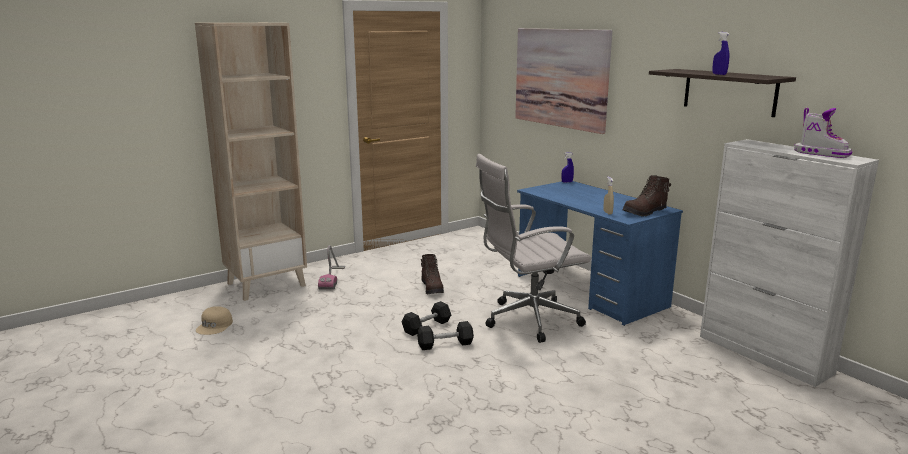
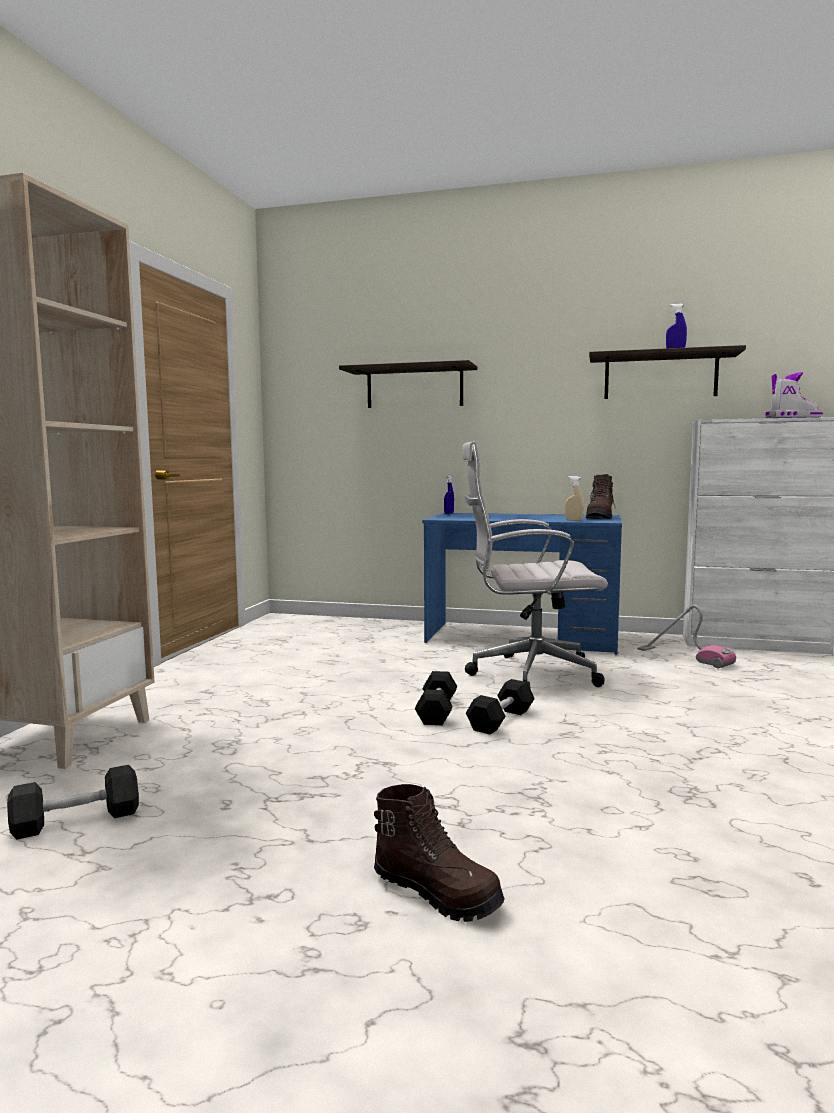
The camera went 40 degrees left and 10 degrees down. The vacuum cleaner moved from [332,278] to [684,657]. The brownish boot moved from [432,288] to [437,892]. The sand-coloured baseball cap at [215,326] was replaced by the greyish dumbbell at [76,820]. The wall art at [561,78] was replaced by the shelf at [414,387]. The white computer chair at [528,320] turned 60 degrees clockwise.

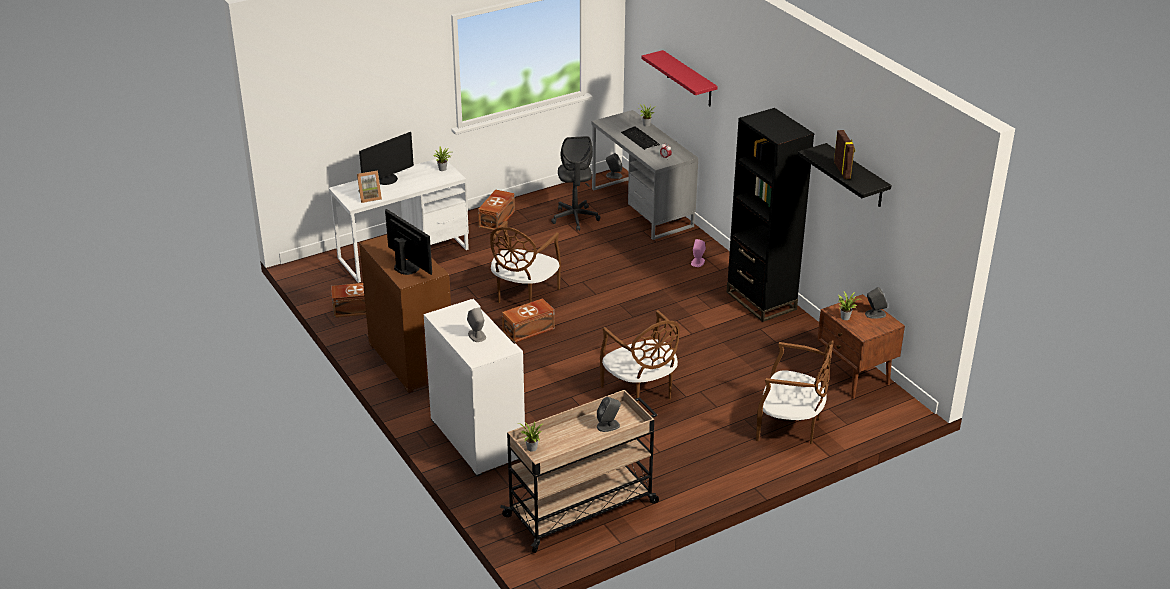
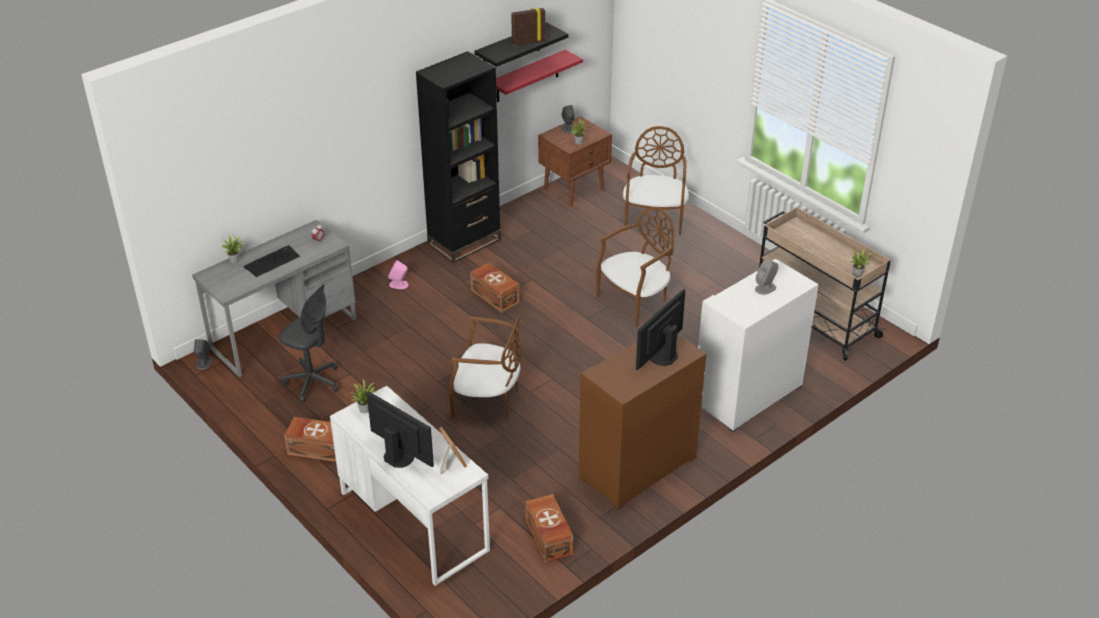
The camera went 100 degrees left and 5 degrees up. The greyish audio speaker at [608,426] disappeared. The brownish storage bin moved from [529,330] to [495,295]. The red shelf moved from [689,79] to [527,77]. The greyish computer chair at [575,218] turned 45 degrees clockwise.

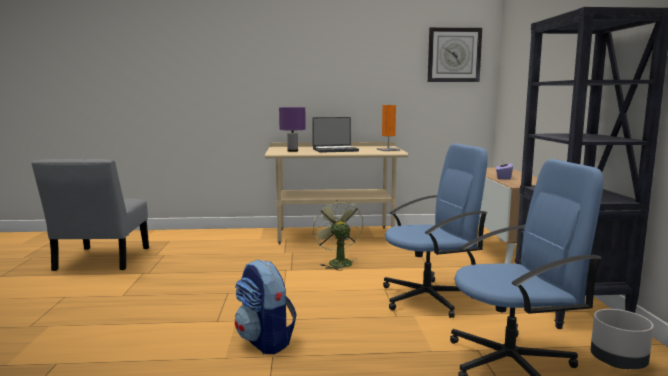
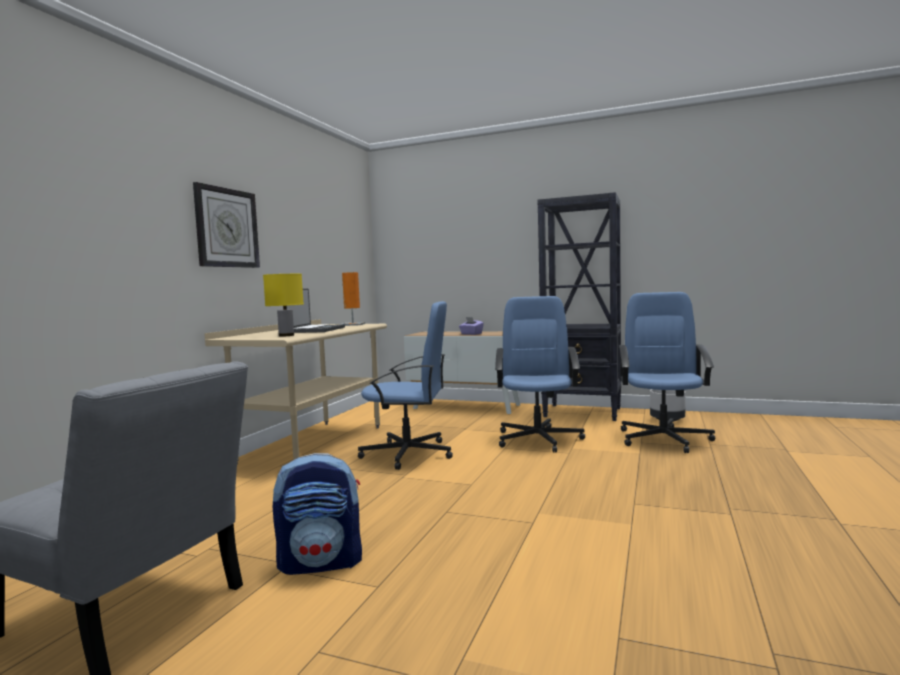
The camera went 65 degrees left and 5 degrees down. The knapsack moved from [265,341] to [322,563]. The clock on the wall moved from [454,55] to [226,228]. The green cooling fan at [337,262] was replaced by the blue-coloured computer chair at [409,454]. The purple-coloured tabletop lamp at [293,151] became the yellow-coloured tabletop lamp at [286,335].

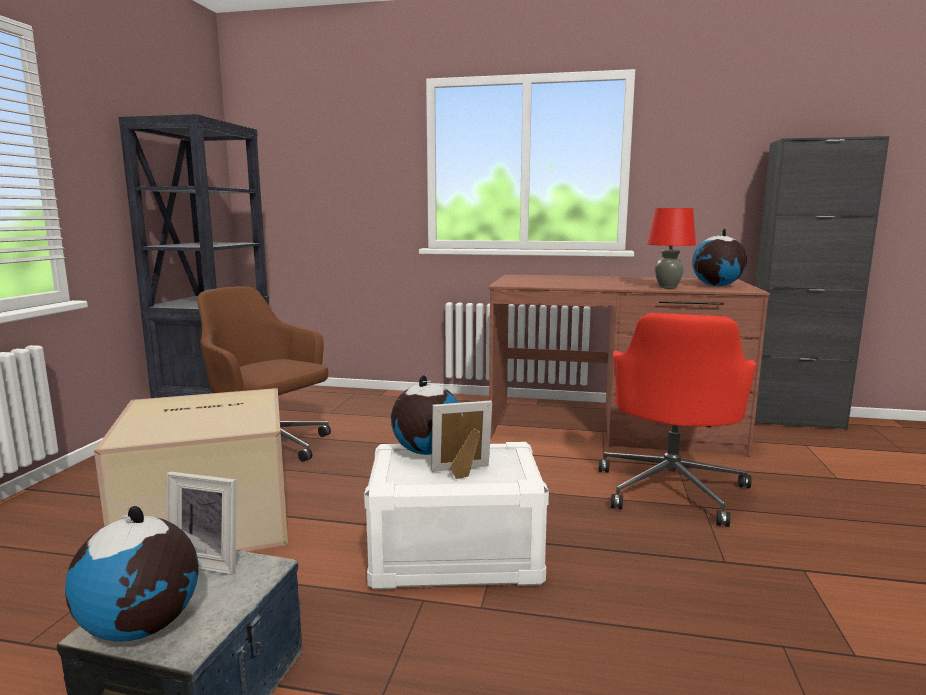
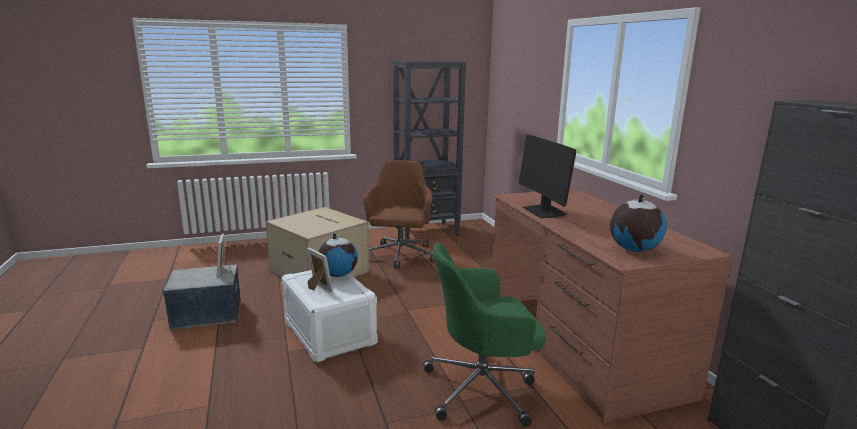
The camera went 60 degrees right and 5 degrees up. The globe at [142,628] disappeared. The red tabletop lamp at [667,287] disappeared. The monitor at [544,212] appeared. The red computer chair at [671,488] became the green computer chair at [482,388].

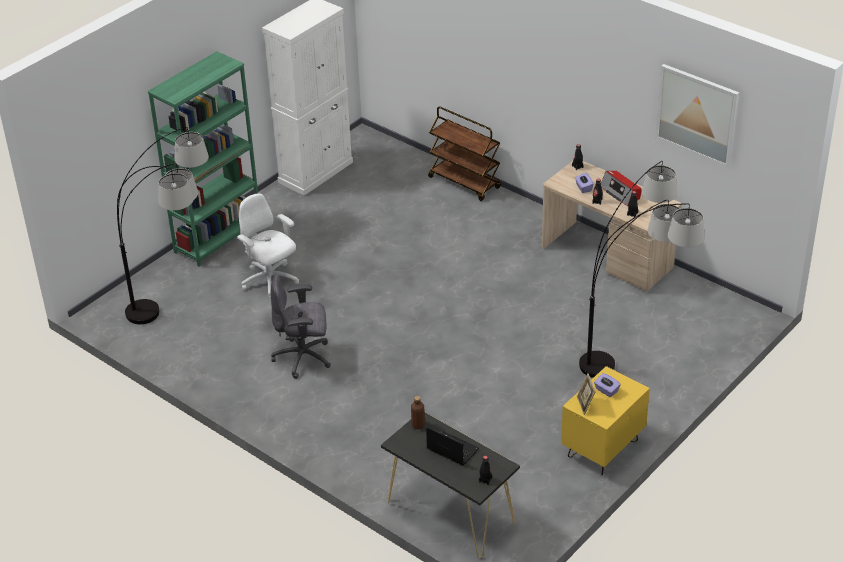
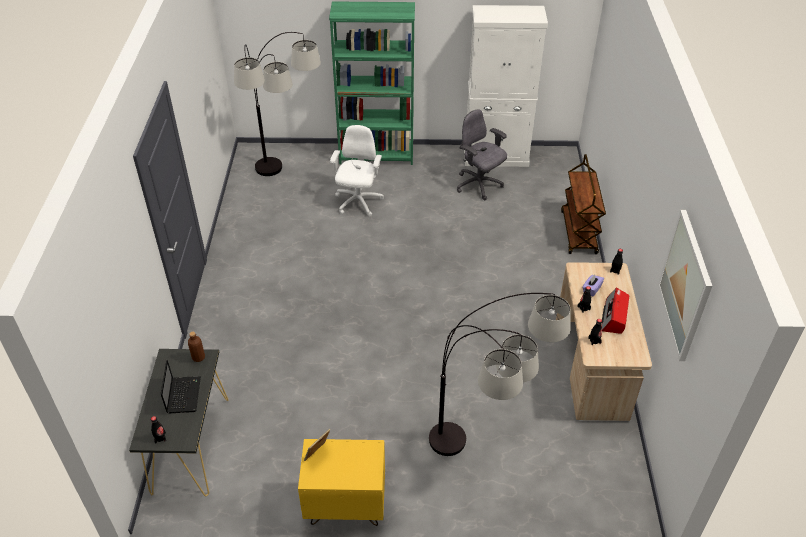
The camera went 50 degrees right and 5 degrees up. The purple-coloured tissue box at [606,390] disappeared. The greyish computer chair moved from [303,358] to [479,185].

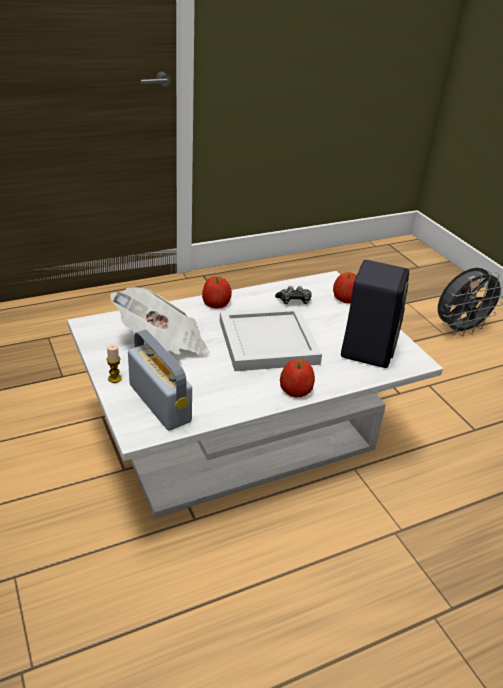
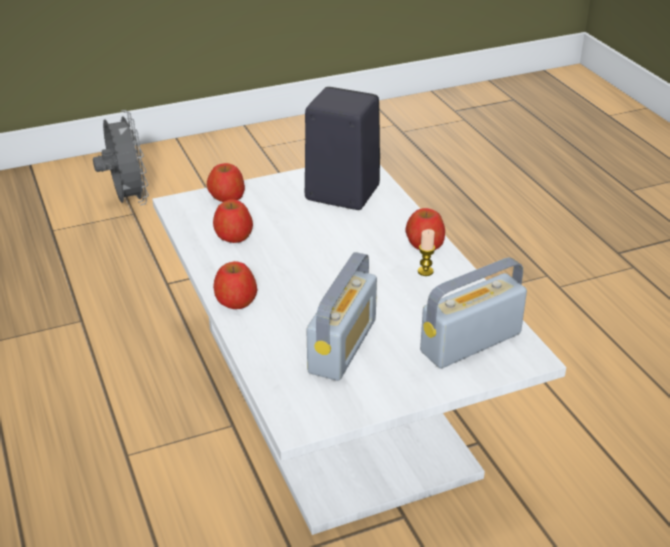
The camera went 85 degrees left and 0 degrees up. The white carrying tray at [269,343] disappeared. The wax light moved from [114,378] to [425,271]. The newspaper at [163,343] was replaced by the radio at [342,345]. The joypad at [294,301] was replaced by the apple fruit at [233,235].

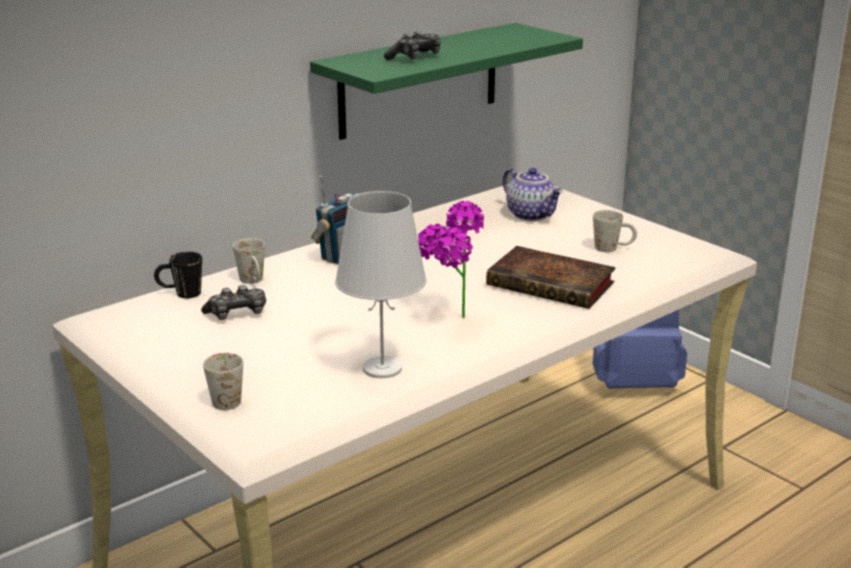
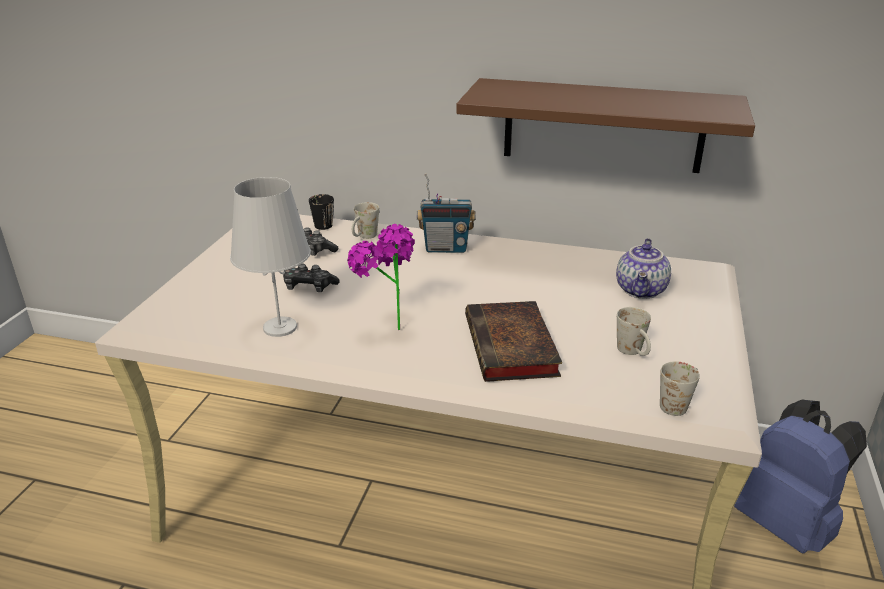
The camera went 55 degrees right and 5 degrees up. The white coffee mug moved from [226,398] to [678,403]. The joypad moved from [415,57] to [309,287]. The green shelf at [419,80] became the brownish shelf at [603,125].

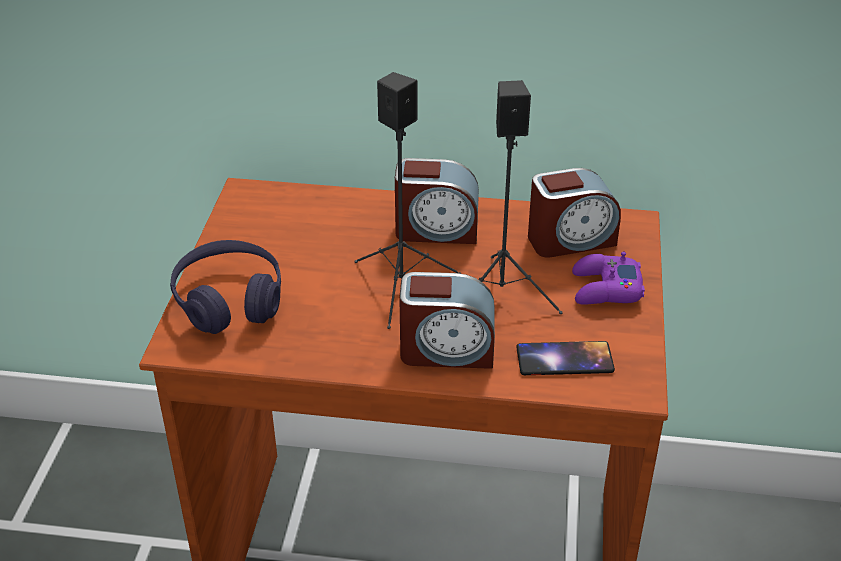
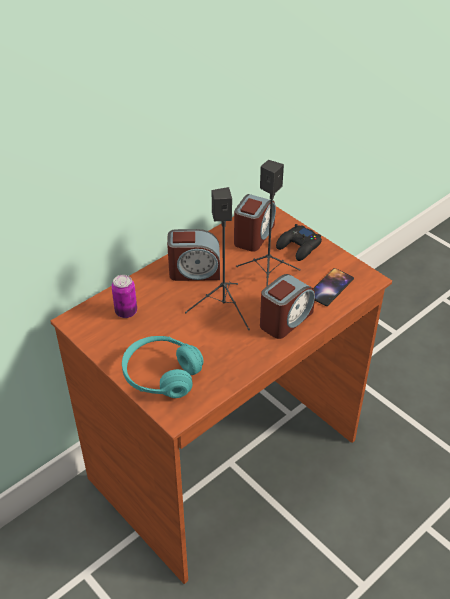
The camera went 50 degrees left and 5 degrees up. The metal can at [126,312] appeared. The purple-coloured headset at [229,300] became the turquoise-coloured headset at [161,375]. The purple-coloured joypad at [605,289] became the black-coloured joypad at [299,247]. The table clock at [436,230] turned 45 degrees clockwise.

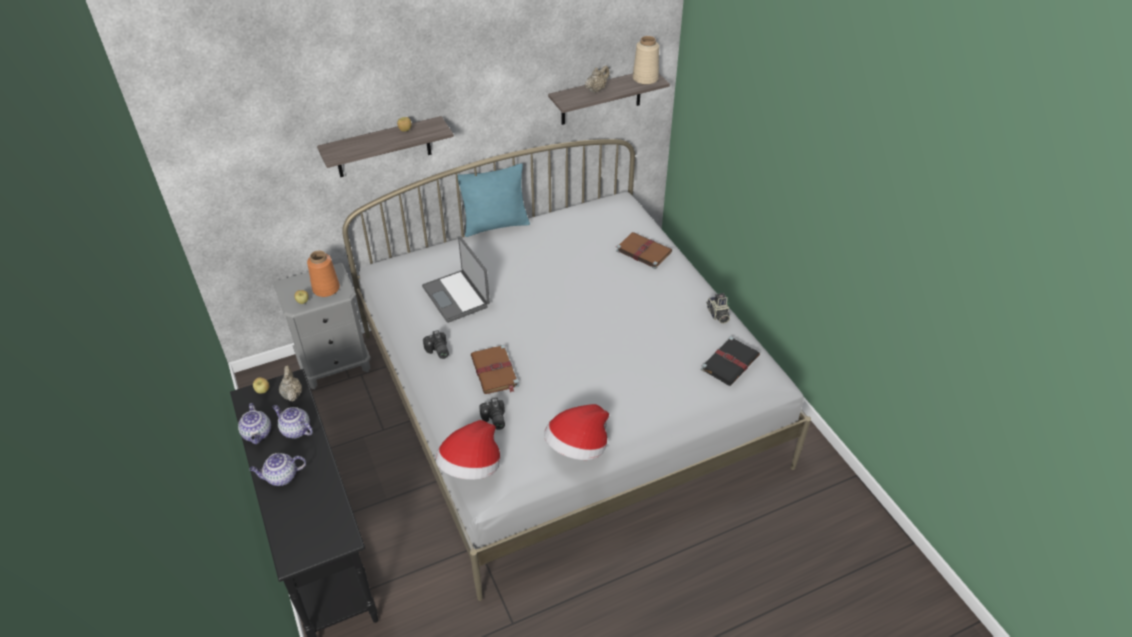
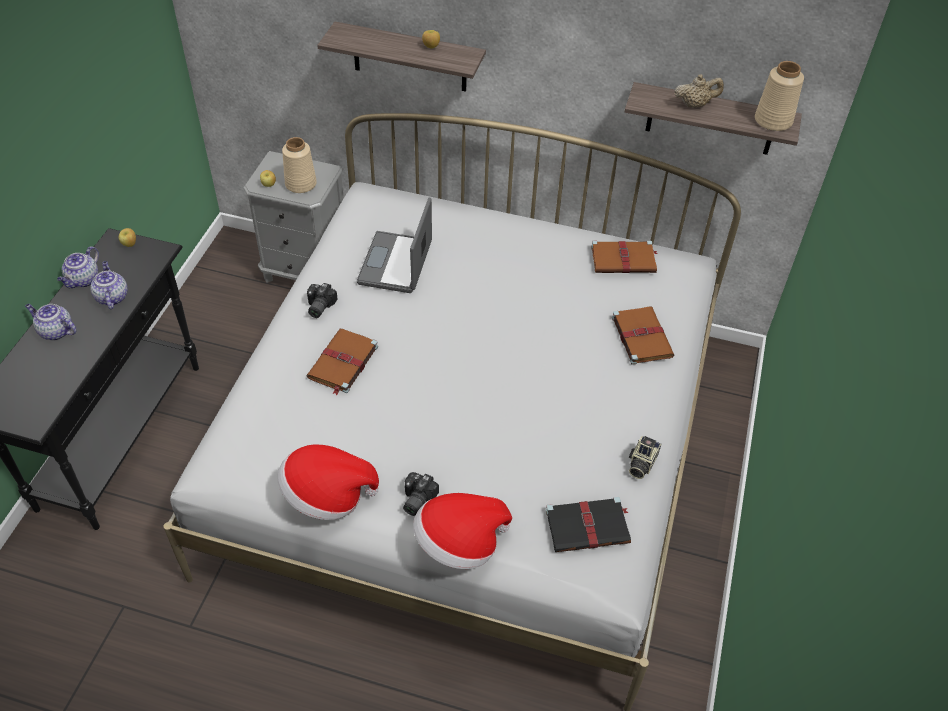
The camera went 40 degrees right and 5 degrees up. The sand-coloured teapot at [292,394] disappeared. The turquoise-coloured cushion at [495,225] disappeared. The brownish volume at [624,259] appeared. The hat moved from [471,467] to [459,543]. The photo camera moved from [494,420] to [415,499]. The orange flower vase at [326,289] became the sand-coloured flower vase at [300,184].

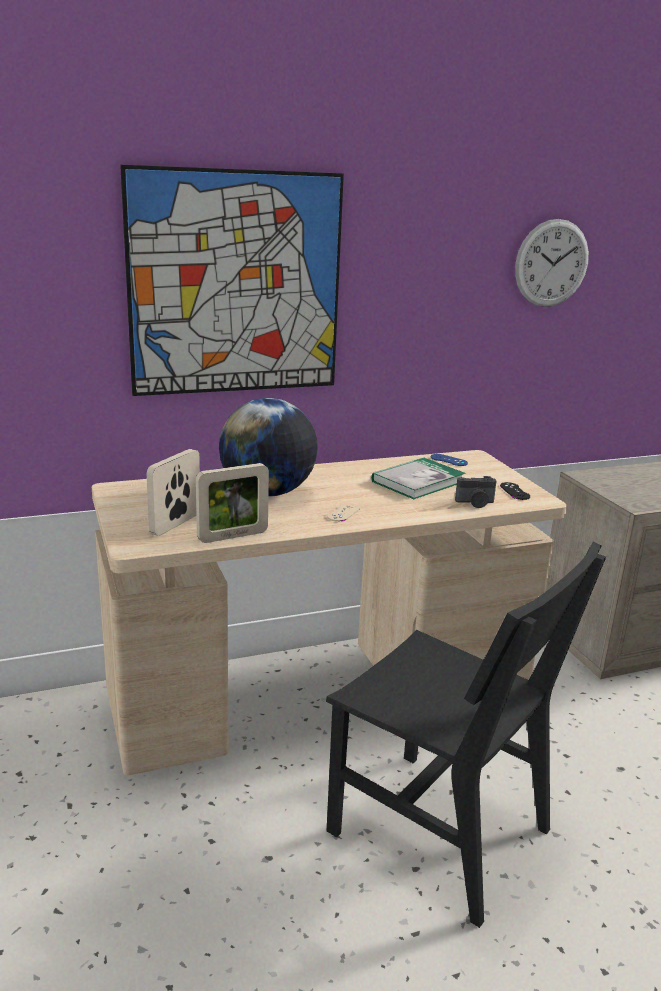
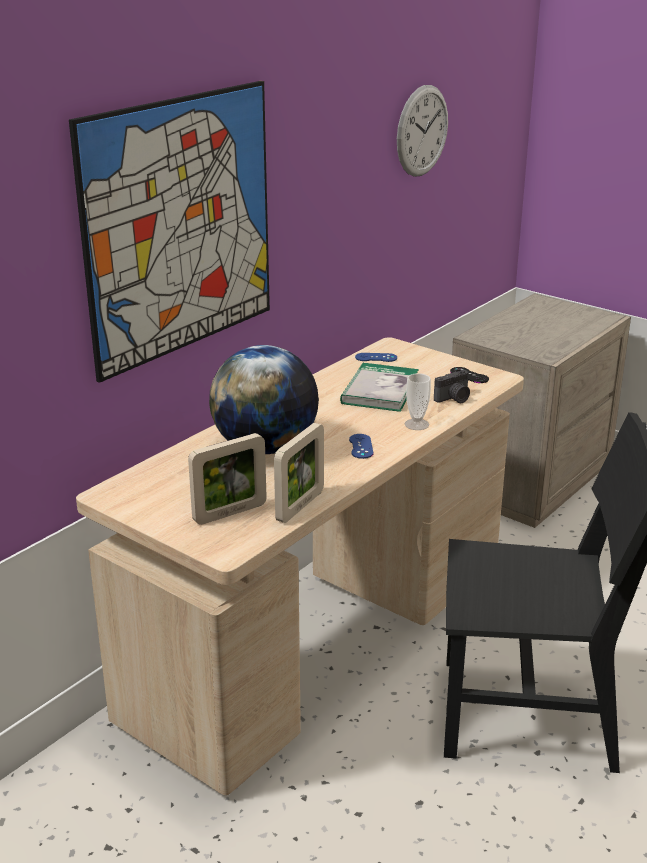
The camera went 30 degrees left and 5 degrees up. The small cup at [416,424] appeared. The sand-coloured joypad at [343,512] became the blue-coloured joypad at [361,446]. The picture frame at [175,524] turned 120 degrees counterclockwise.

